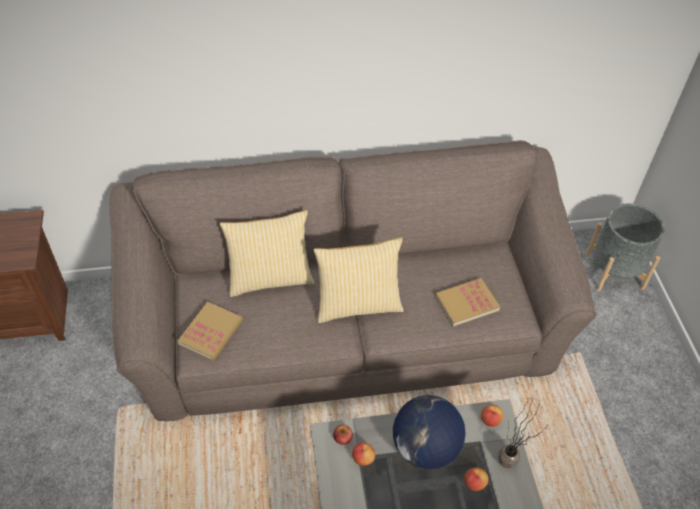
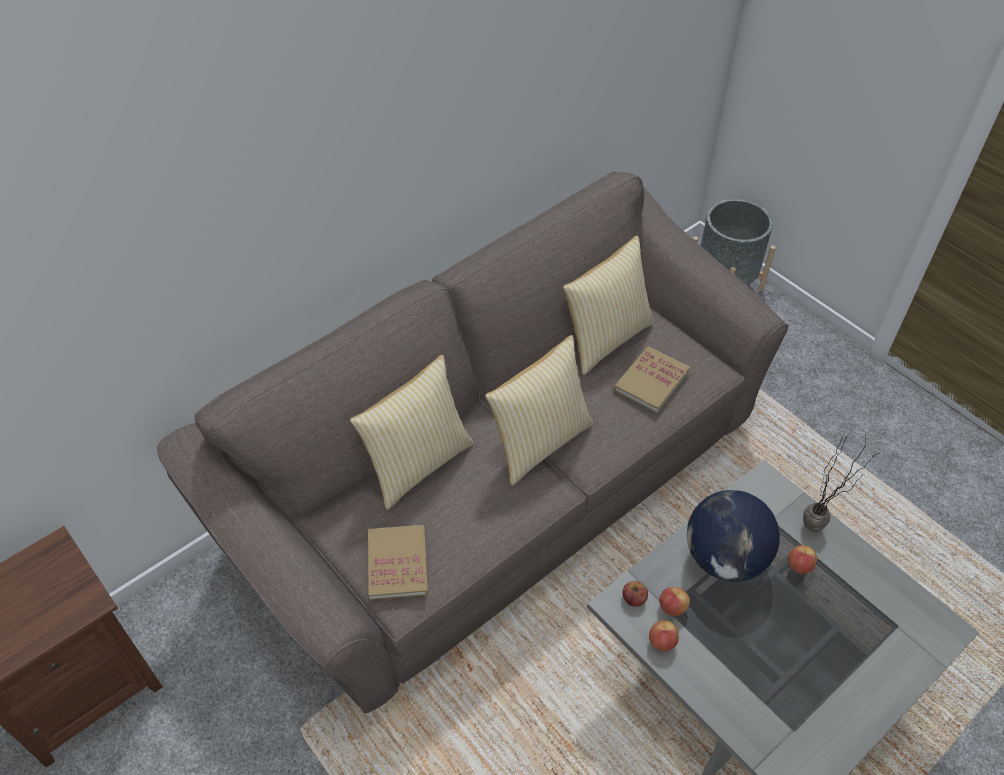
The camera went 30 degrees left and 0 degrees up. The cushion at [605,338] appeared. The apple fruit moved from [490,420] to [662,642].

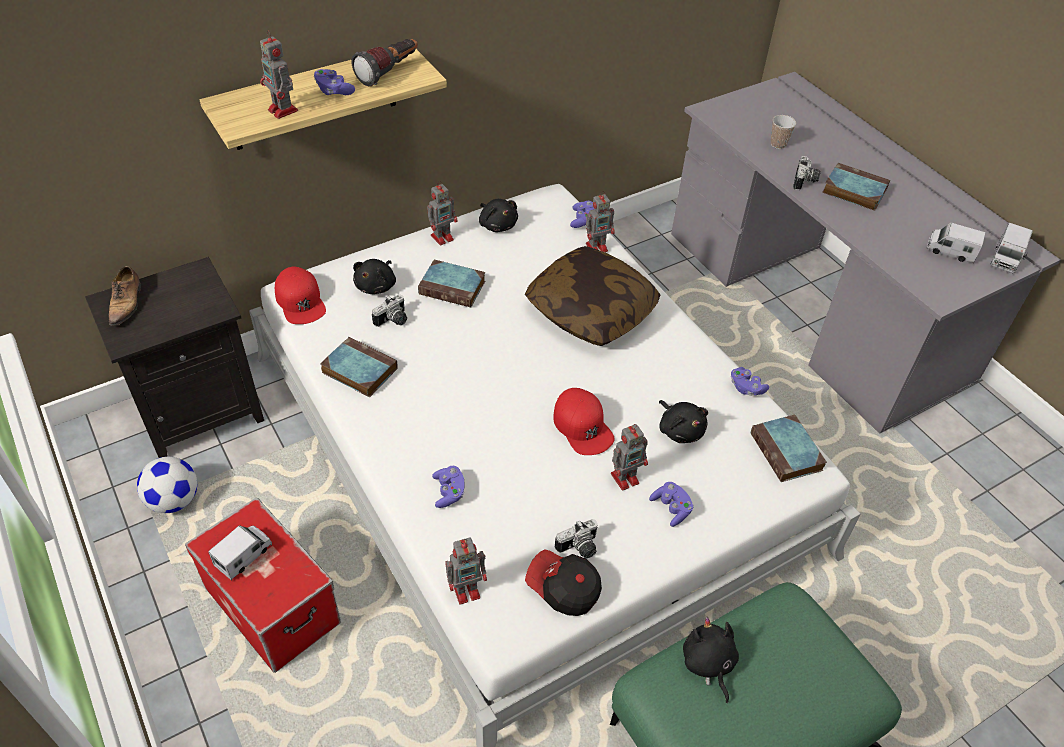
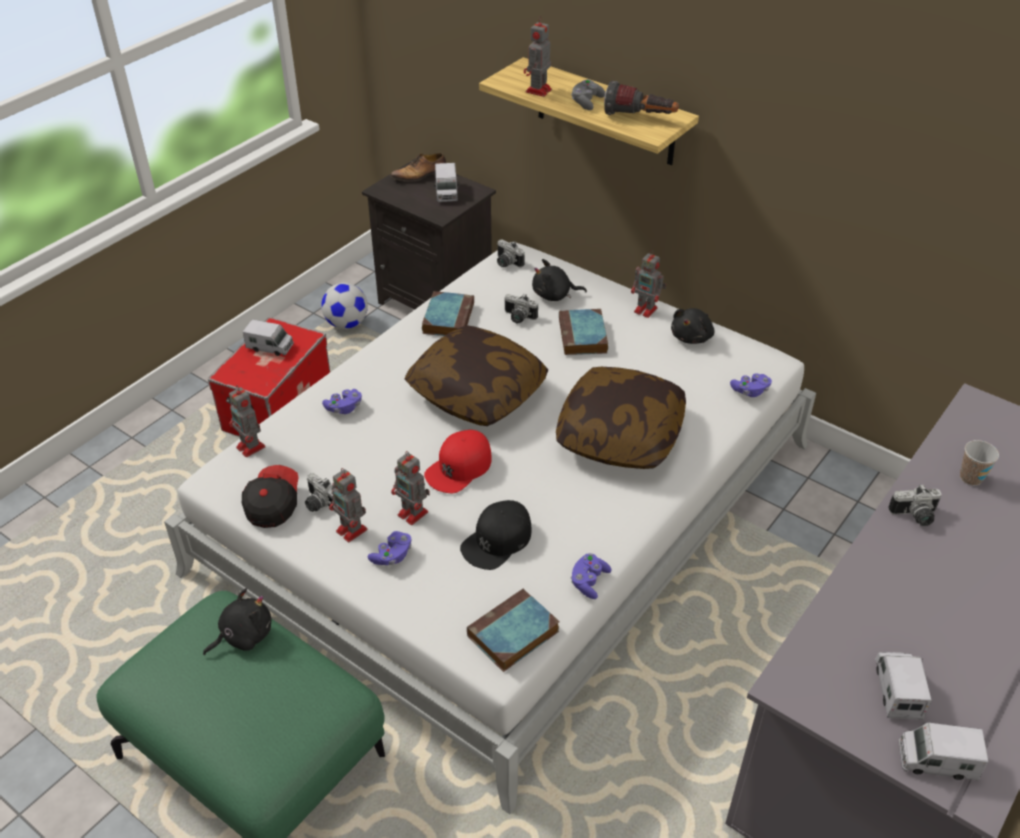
The camera went 70 degrees right and 5 degrees down. The volume at [852,190] disappeared. The cushion at [477,392] appeared. The toy lorry at [446,192] appeared. The model robot moved from [597,247] to [352,531]. The red baseball cap at [300,301] was replaced by the photo camera at [506,263]. The black-coloured soft toy at [680,430] was replaced by the black-coloured baseball cap at [497,540]. The purple-coloured joypad at [334,91] became the greyish joypad at [586,102].

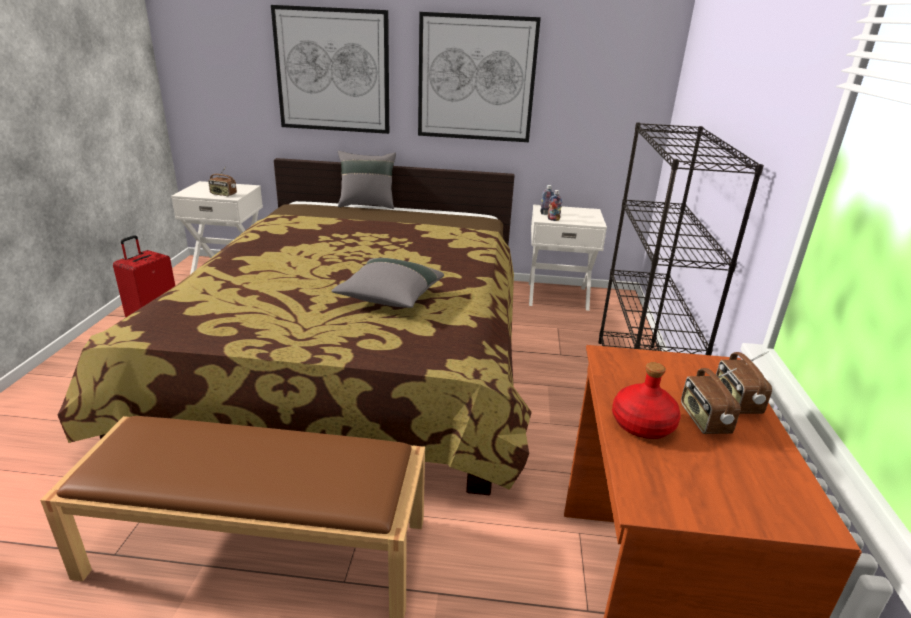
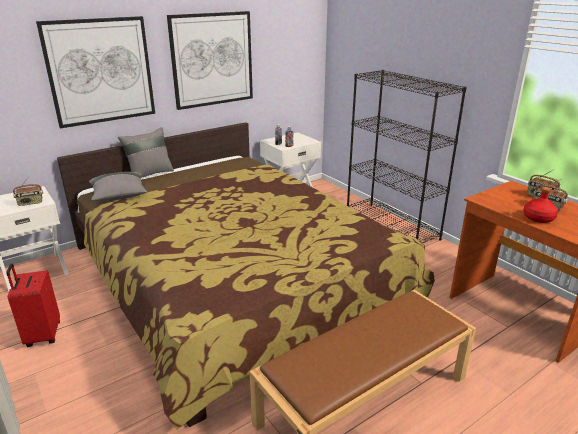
The camera went 40 degrees left and 0 degrees up. The greyish cushion moved from [389,298] to [119,196].

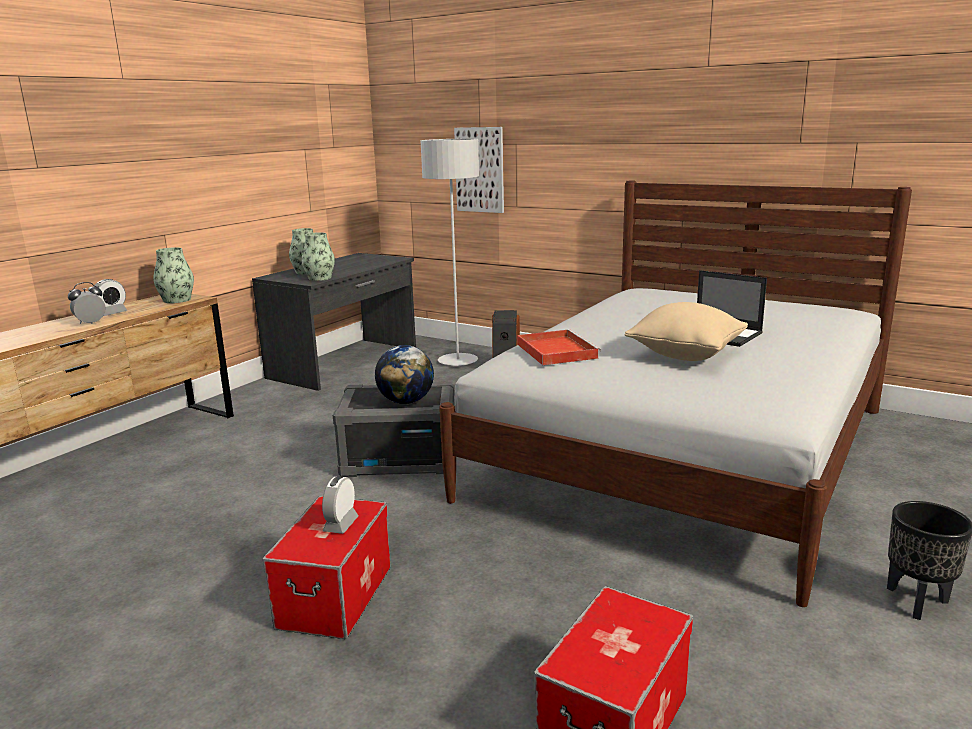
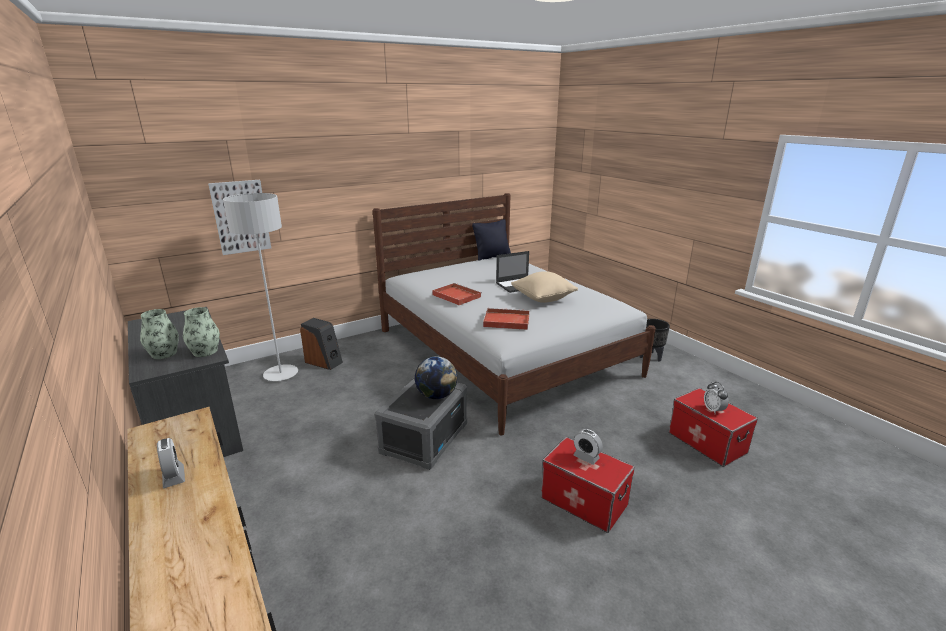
The camera went 65 degrees left and 5 degrees up. The flower vase at [177,300] disappeared. The red carrying tray at [455,296] appeared. The black-coloured cushion at [492,256] appeared. The table clock moved from [91,323] to [713,410].

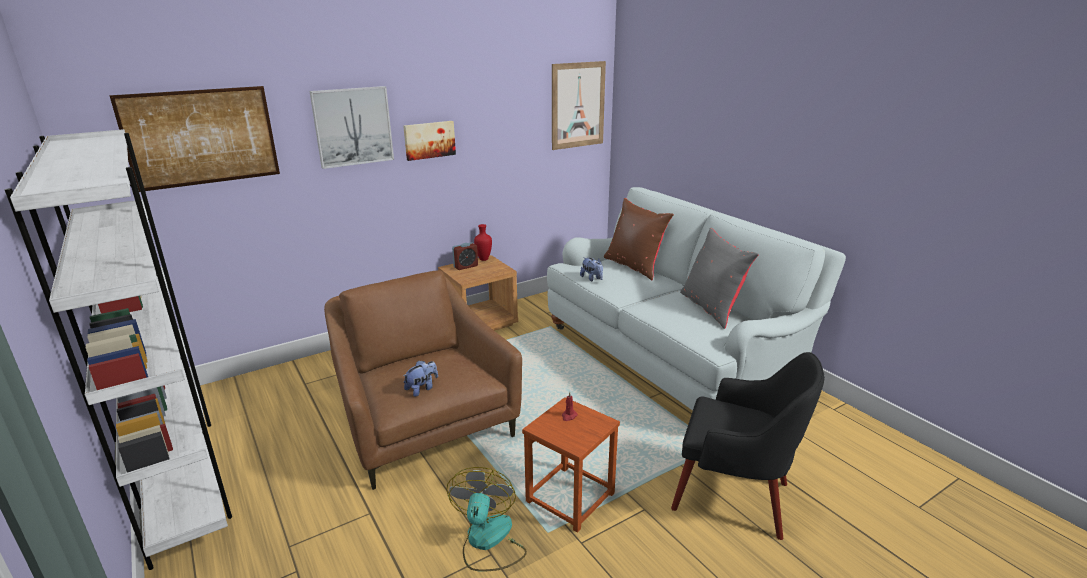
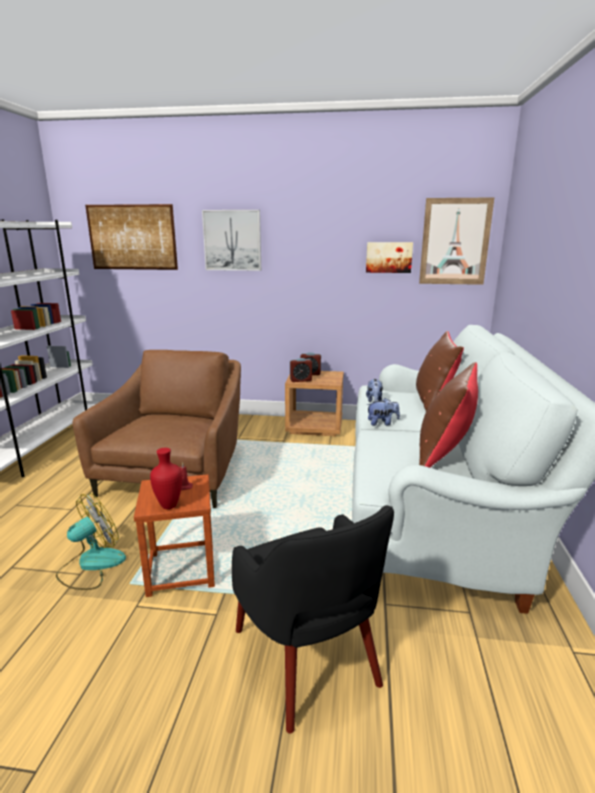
The camera went 40 degrees right and 5 degrees down. The table clock at [300,380] appeared. The wall art moved from [429,140] to [388,257]. The soft toy moved from [422,389] to [382,423]. The red flower vase moved from [484,259] to [170,505]. The greyish cushion at [712,308] became the brownish cushion at [444,455].

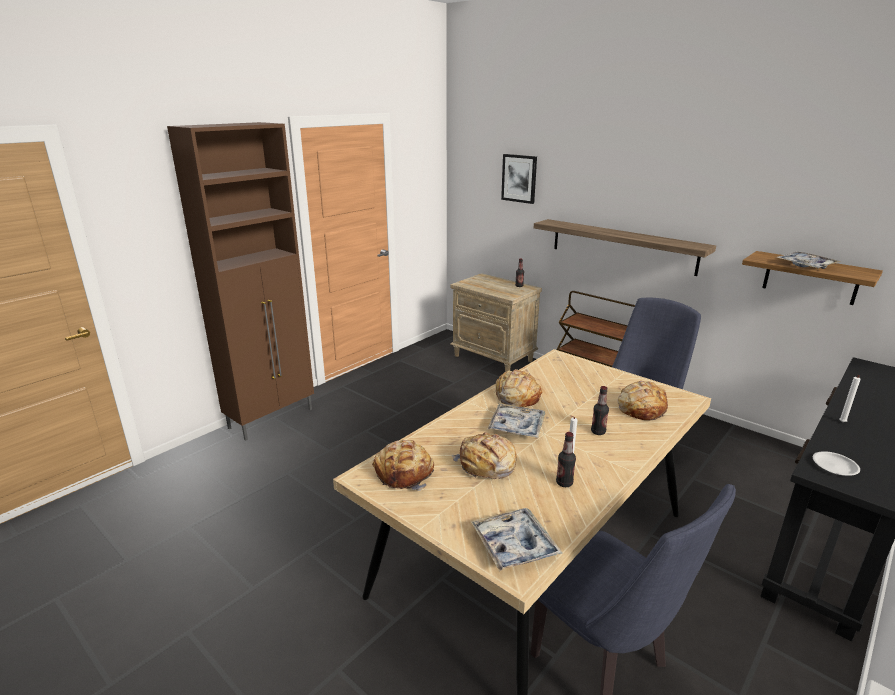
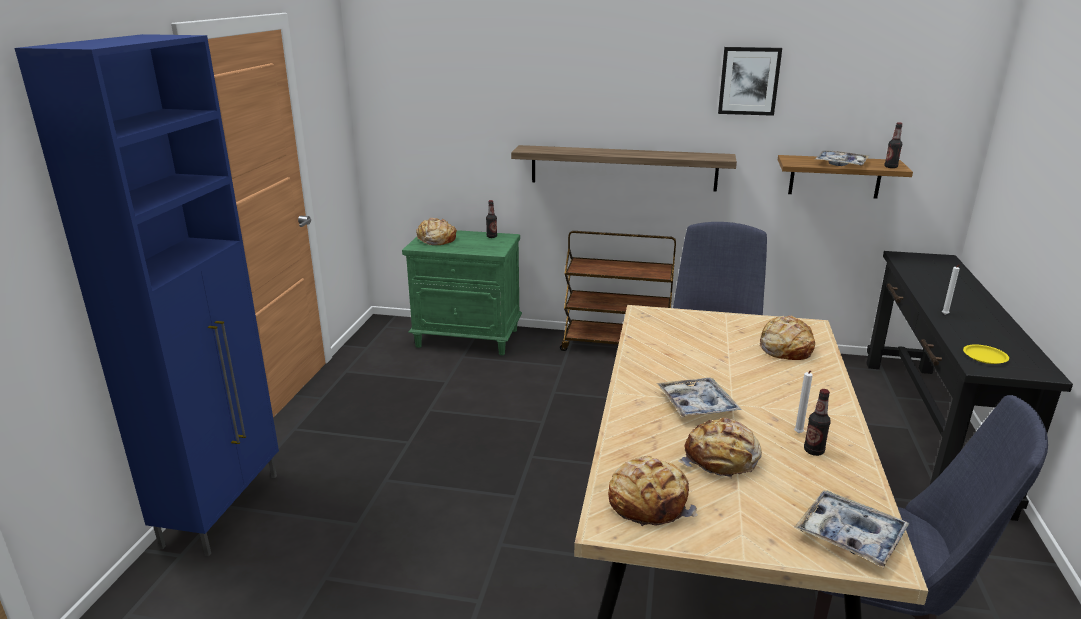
The camera went 30 degrees left and 0 degrees up. The baked bread moved from [516,396] to [436,239]. The wall art moved from [519,178] to [749,81]. The bottle moved from [598,432] to [890,167]. The brownish cupboard at [272,418] became the blue-coloured cupboard at [224,508]. The sand-coloured bedside table at [494,358] became the green bedside table at [468,338]. The white flat dish at [834,466] became the yellow-coloured flat dish at [984,357].

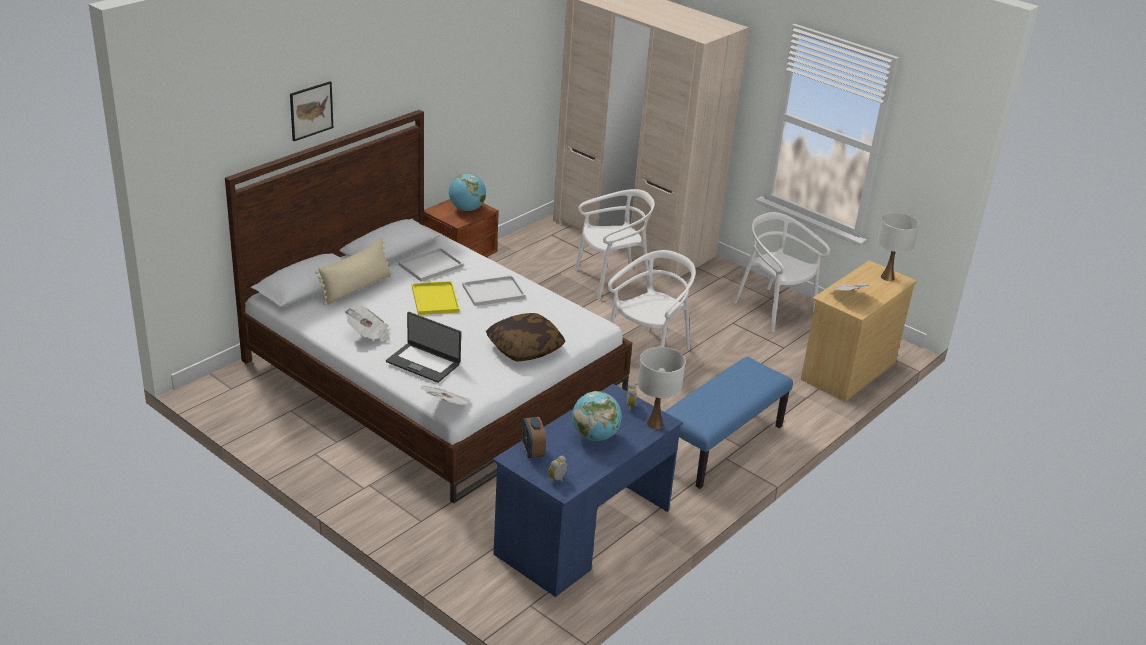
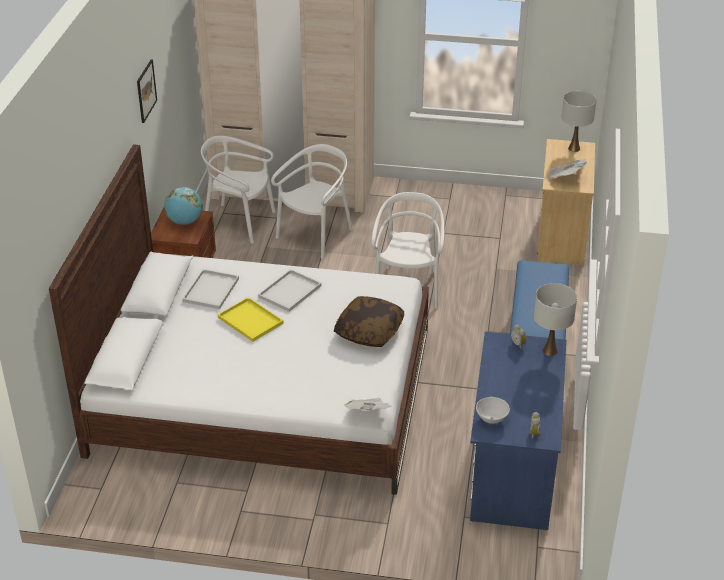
The camera went 30 degrees left and 5 degrees up. The sand-coloured cushion at [356,288] disappeared. The newspaper at [369,335] disappeared. The portable computer at [423,362] disappeared. The globe at [595,436] disappeared. The wall art moved from [311,110] to [146,91]. The white chair moved from [773,309] to [239,222]. The table clock at [532,451] was replaced by the white serving bowl at [492,419].

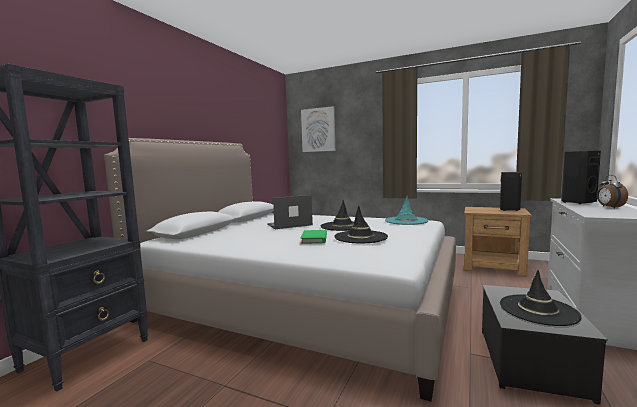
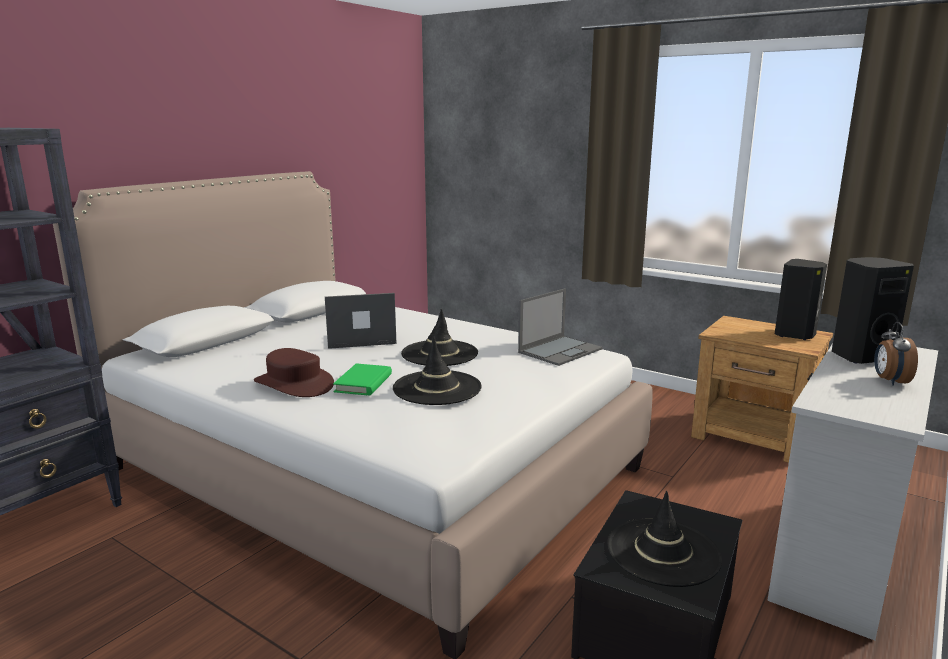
The camera went 10 degrees right and 10 degrees up. The wall art at [318,130] disappeared. The brownish hat at [294,384] appeared. The turquoise-coloured hat at [406,221] was replaced by the portable computer at [560,350].

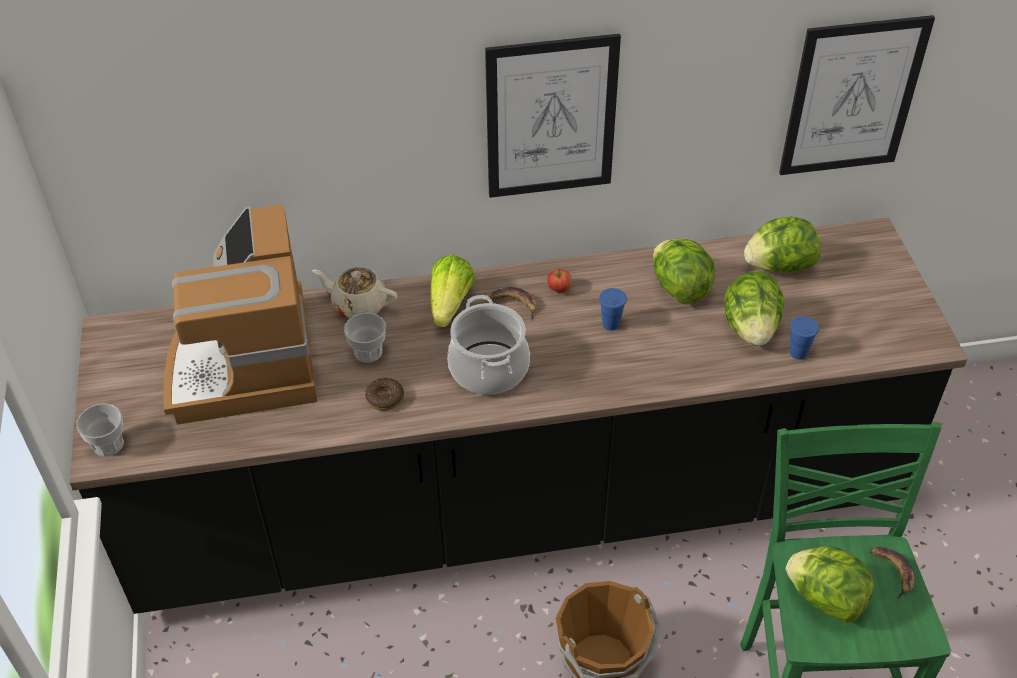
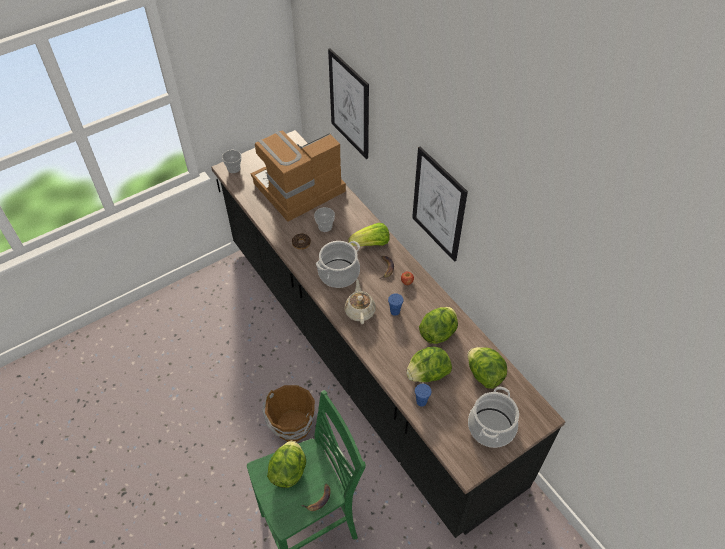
The camera went 65 degrees right and 5 degrees up. The cooking pot at [491,427] appeared. The sand-coloured teapot moved from [358,304] to [360,310]. The wall art moved from [852,97] to [349,104].

